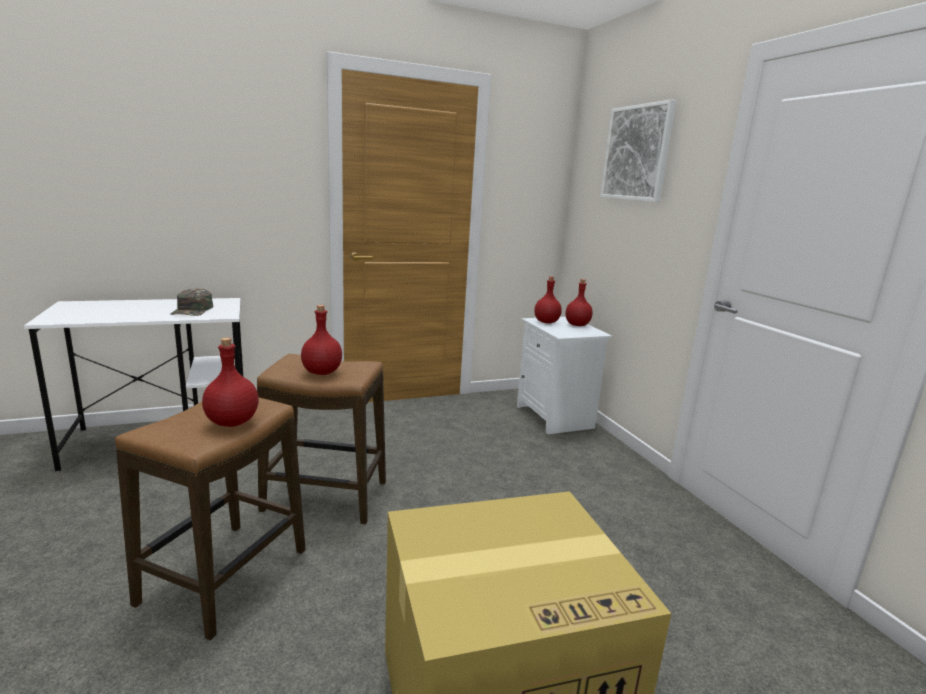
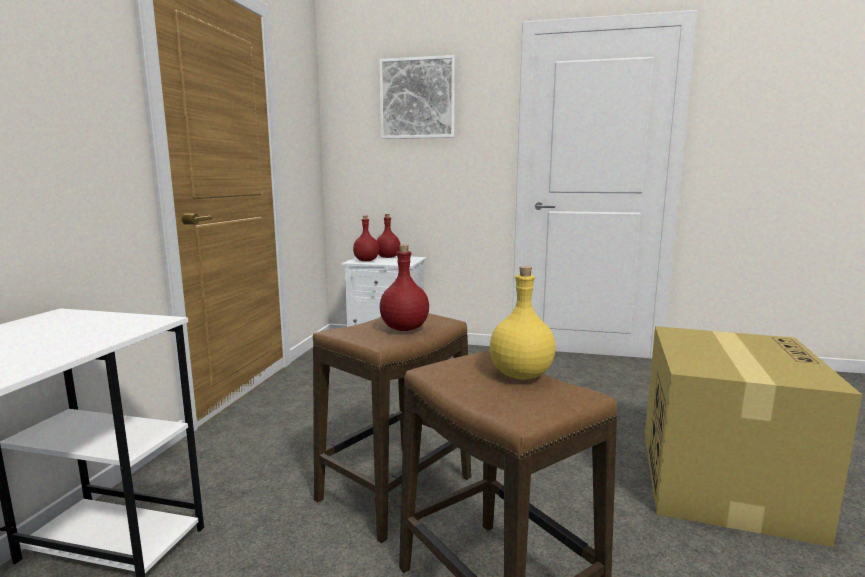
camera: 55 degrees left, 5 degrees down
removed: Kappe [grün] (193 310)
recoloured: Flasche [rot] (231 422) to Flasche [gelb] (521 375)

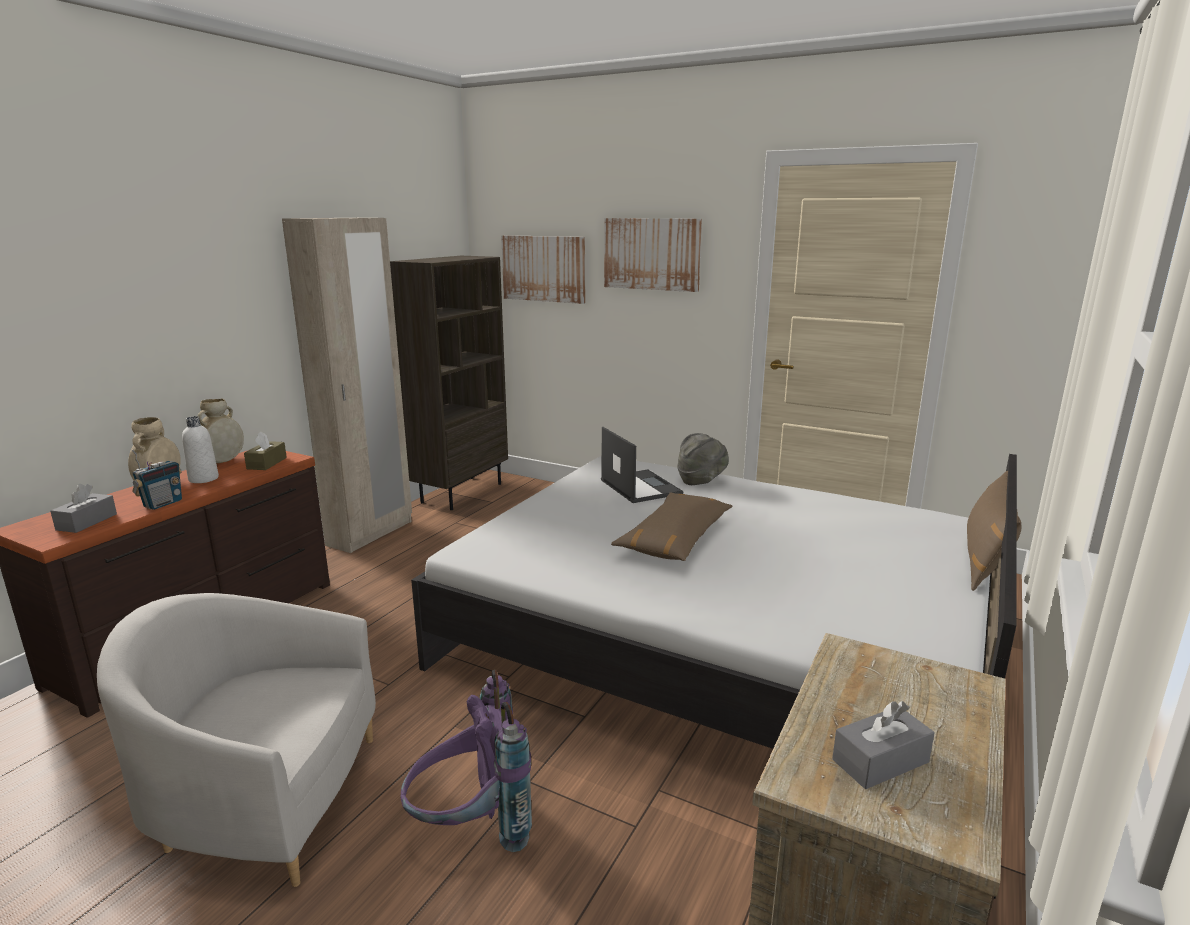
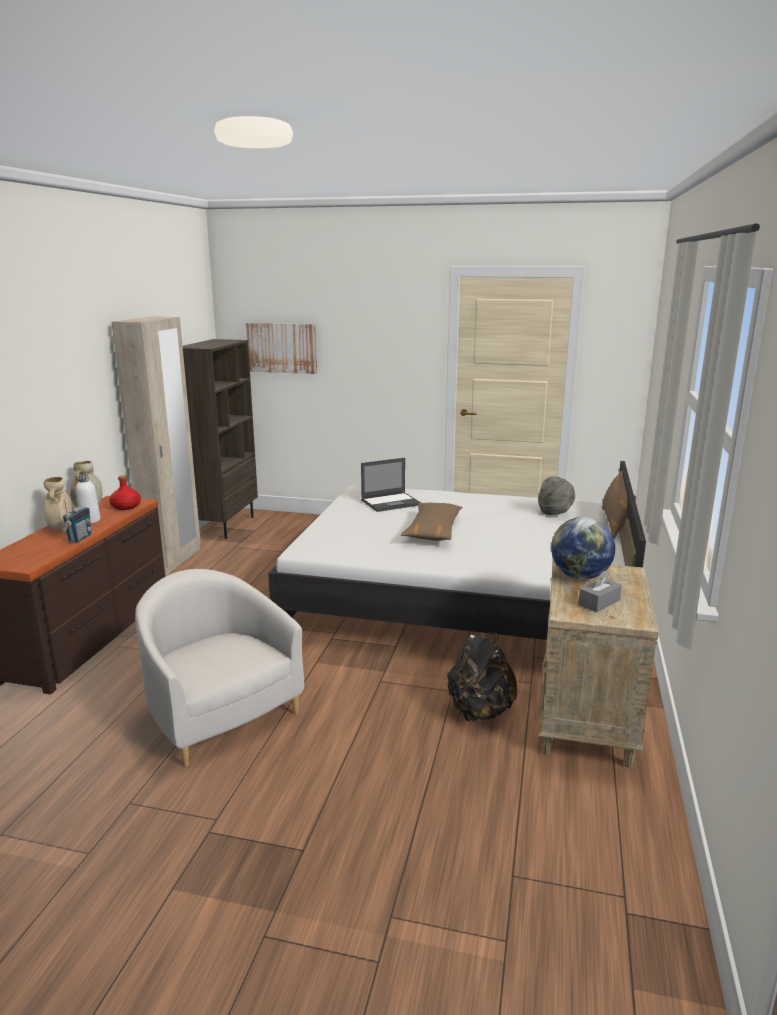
camera: 15 degrees left, 0 degrees up
removed: Taschentuchbox [grau] (87 522); Rucksack [lila] (471 829); Bild (652 254)
added: Rucksack [schwarz] (479 712); Globus (579 576)
moved: Hut [grau] (701 481) to (555 511)
replaced: Taschentuchbox [braun] (267 463) to Flasche [rot] (126 507)
turned: Sessel [weiß] (264 800) = (219 714) 60 degrees clockwise; Laptop (639 486) = (391 502) 105 degrees clockwise

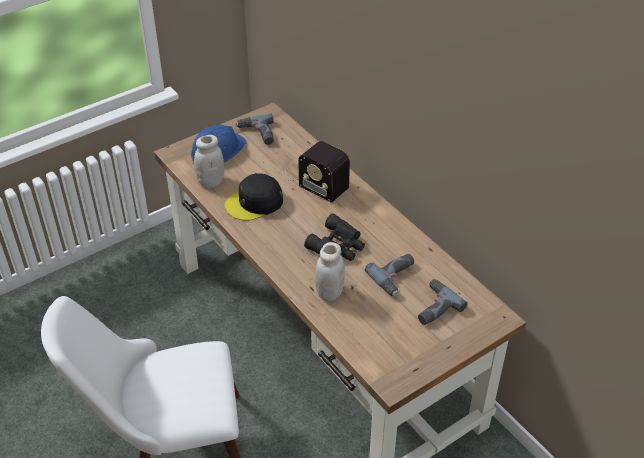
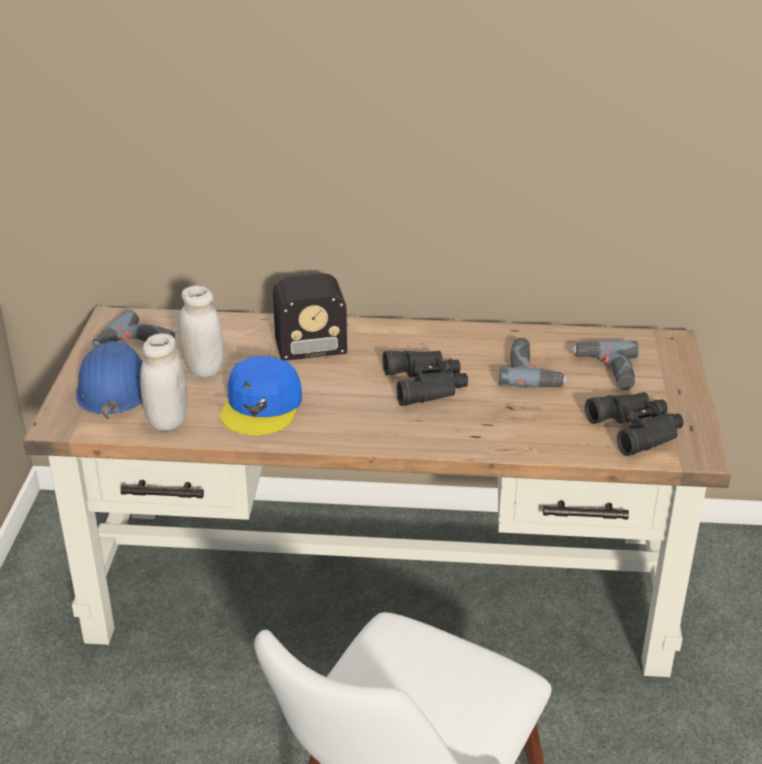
camera: 50 degrees left, 10 degrees down
added: Fernglas [schwarz] (638 428)
moved: Vorratsglas [weiß] (329 293) to (204 369)
recoloured: Kappe [schwarz] (254 203) to Kappe [blau] (262 406)

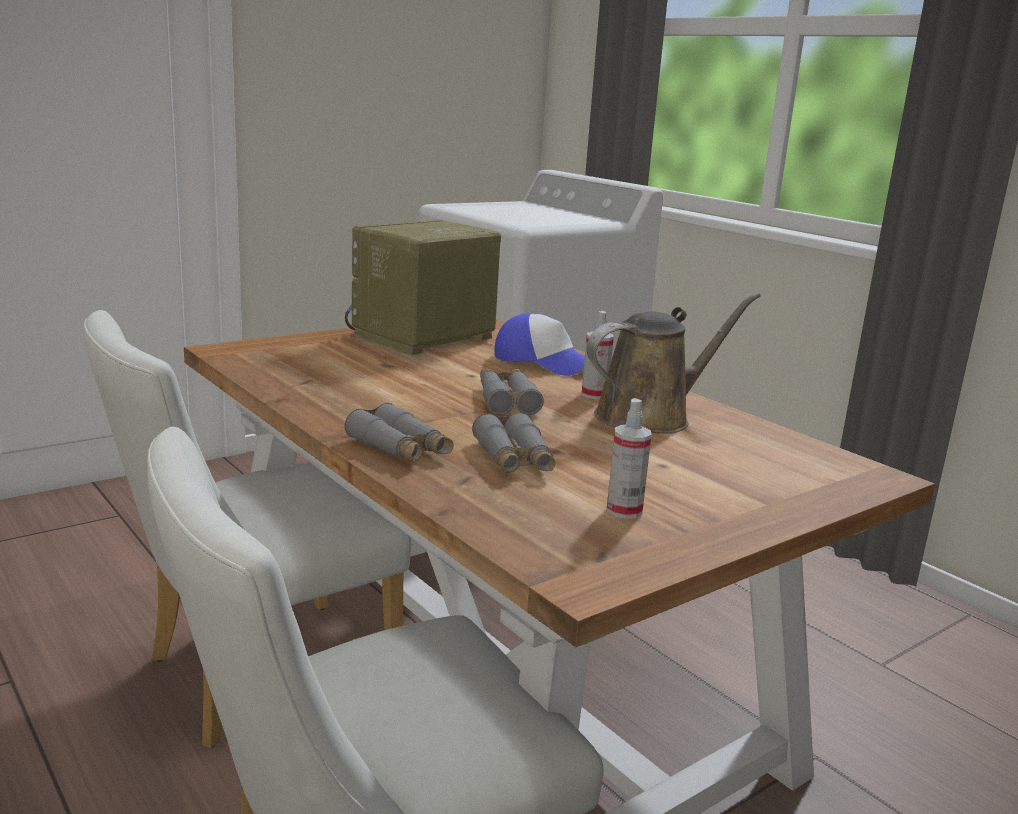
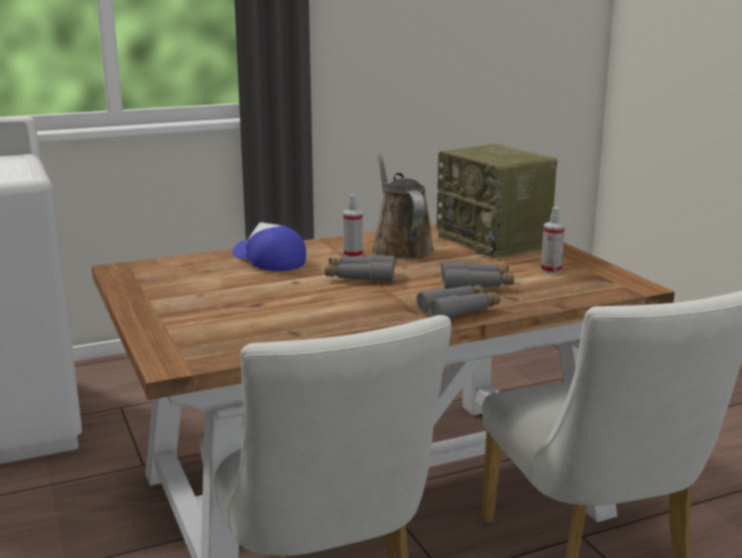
camera: 75 degrees left, 0 degrees up
moved: Radio (423 337) to (495 241)
turned: Kappe (543 362) = (268 260) 90 degrees counterclockwise

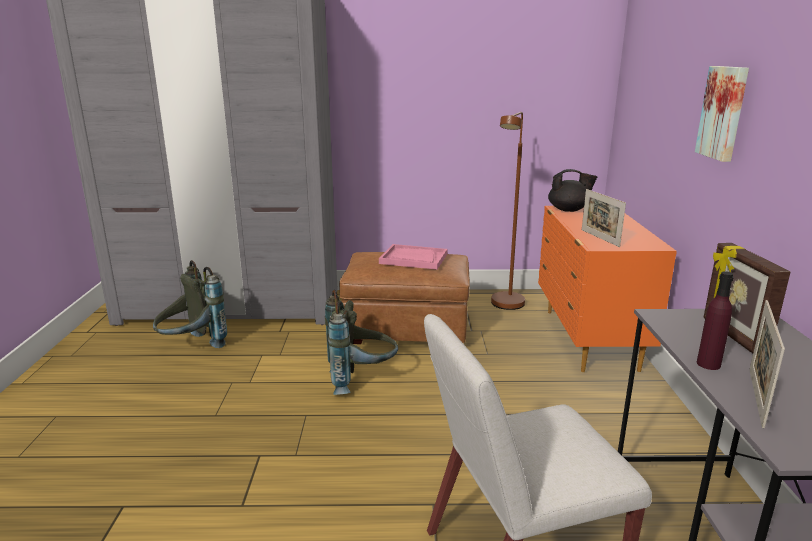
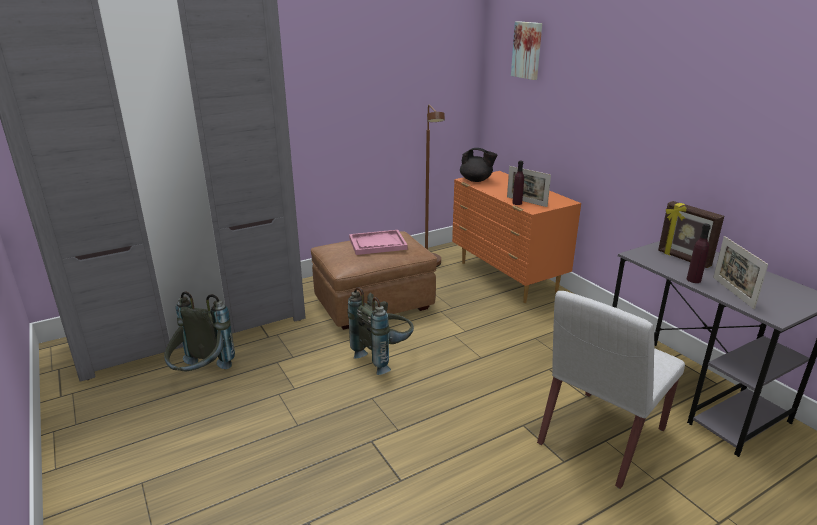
camera: 30 degrees left, 5 degrees up
added: Flasche [lila] (517 203)
moved: Bild (724 112) to (527 50)
turned: Teekanne [schwarz] (569 210) = (476 180) 45 degrees clockwise

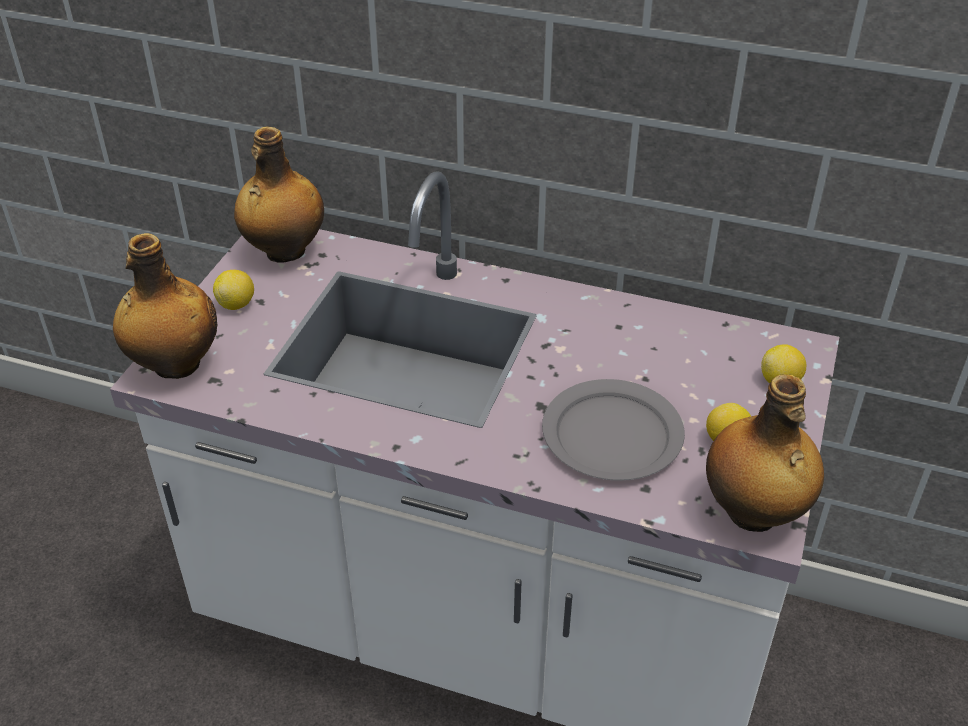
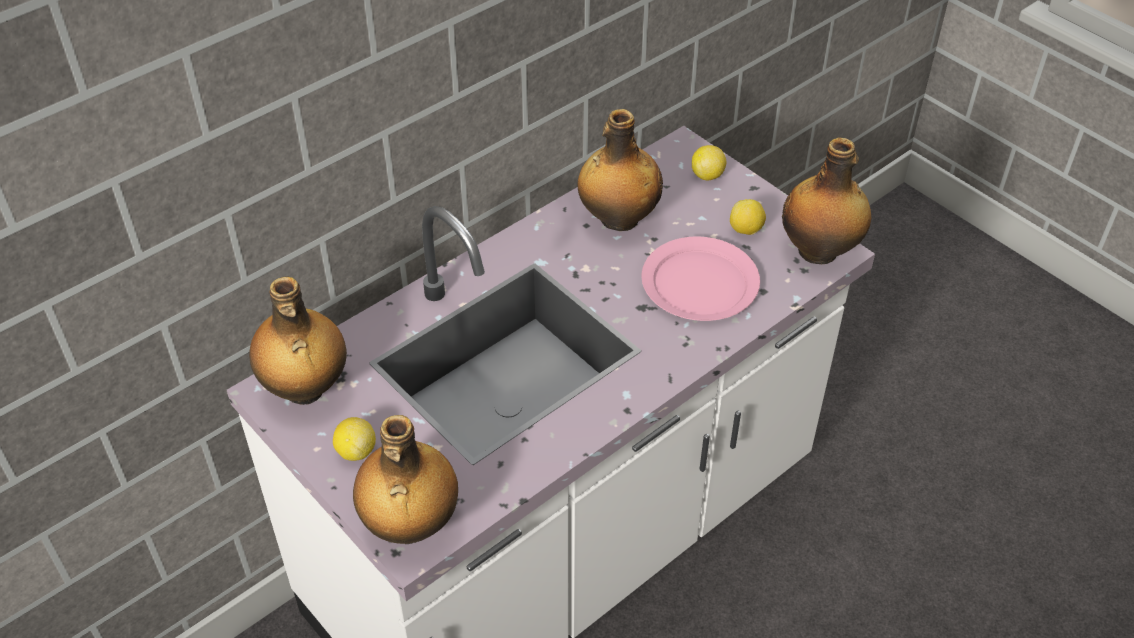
camera: 60 degrees left, 5 degrees up
added: Flasche (618 219)
recoloured: Teller [grau] (611 435) to Teller [rosa] (700 284)

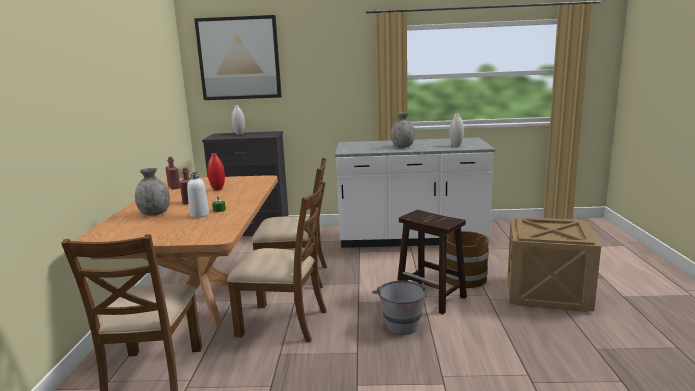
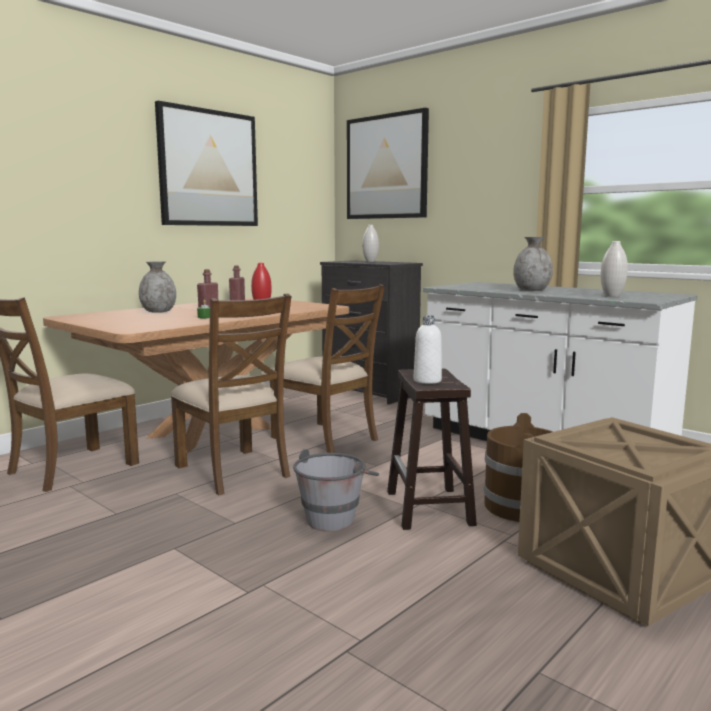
camera: 40 degrees right, 5 degrees down
added: Bild (208 168)
moved: Flasche [weiß] (199 215) to (427 381)

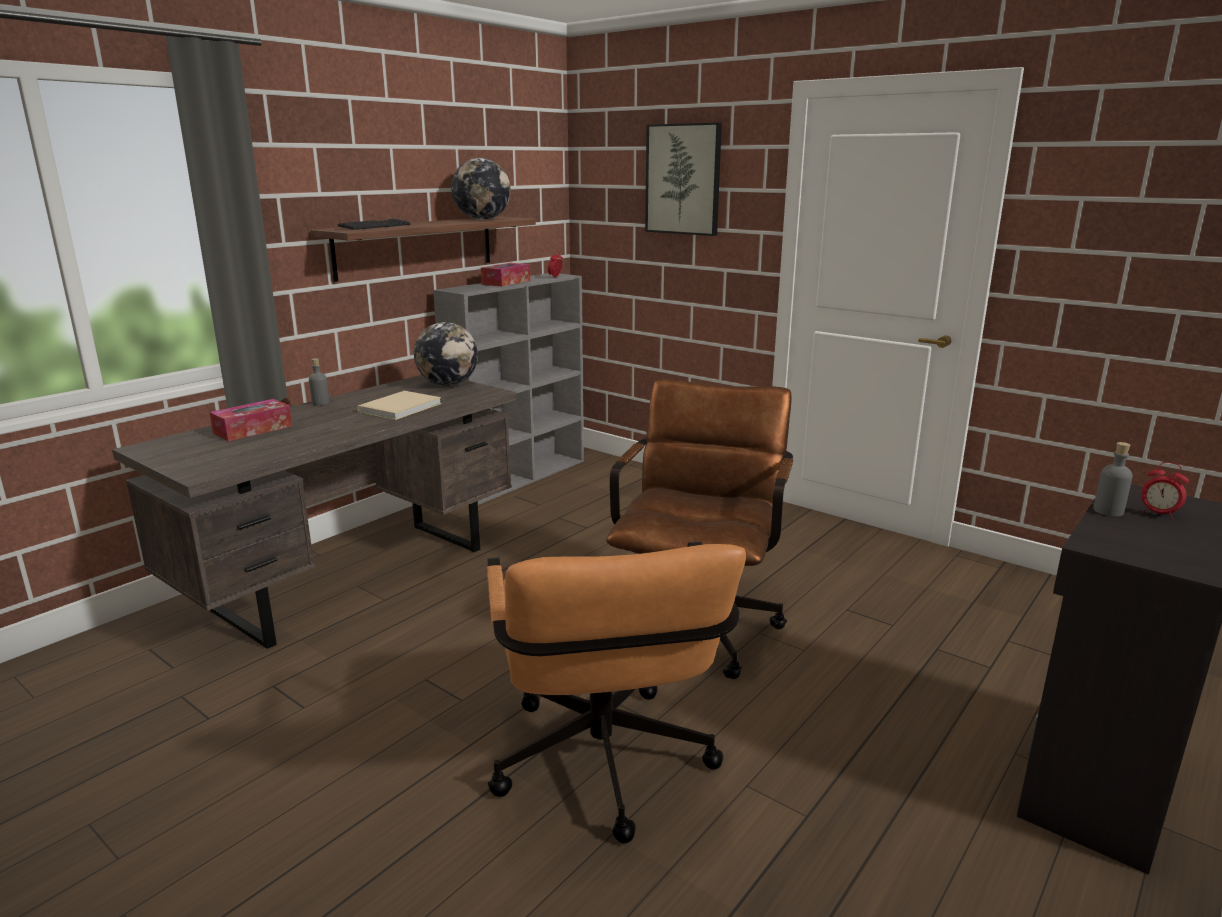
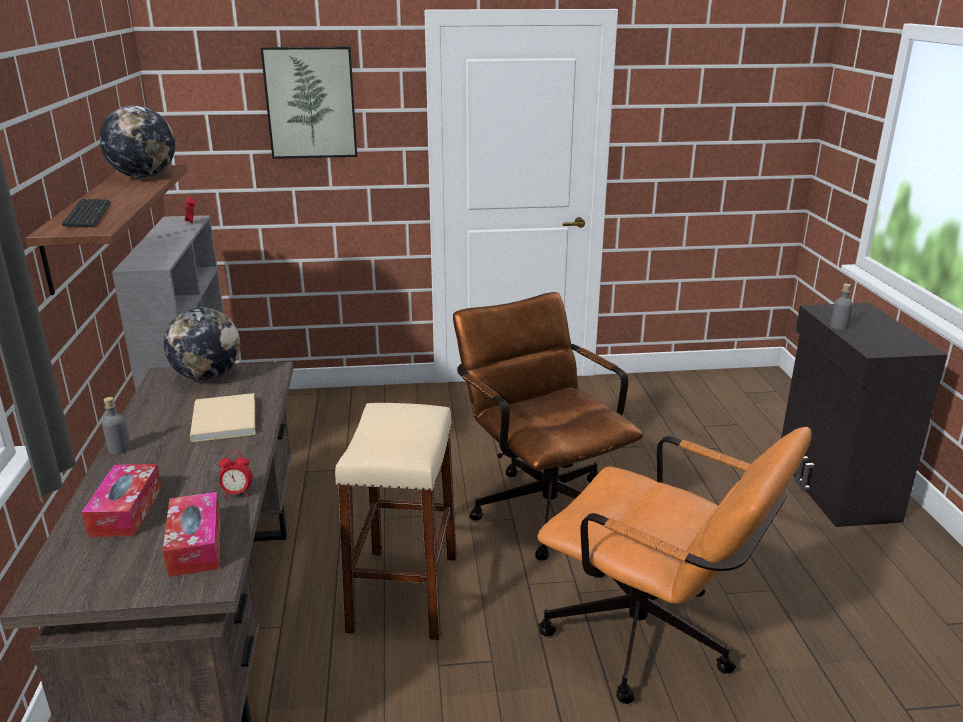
camera: 45 degrees left, 5 degrees up
added: Hocker [beige] (404 592)
moved: Taschentuchbox (506 282) to (195 544); Wecker (1158 514) to (237 493)

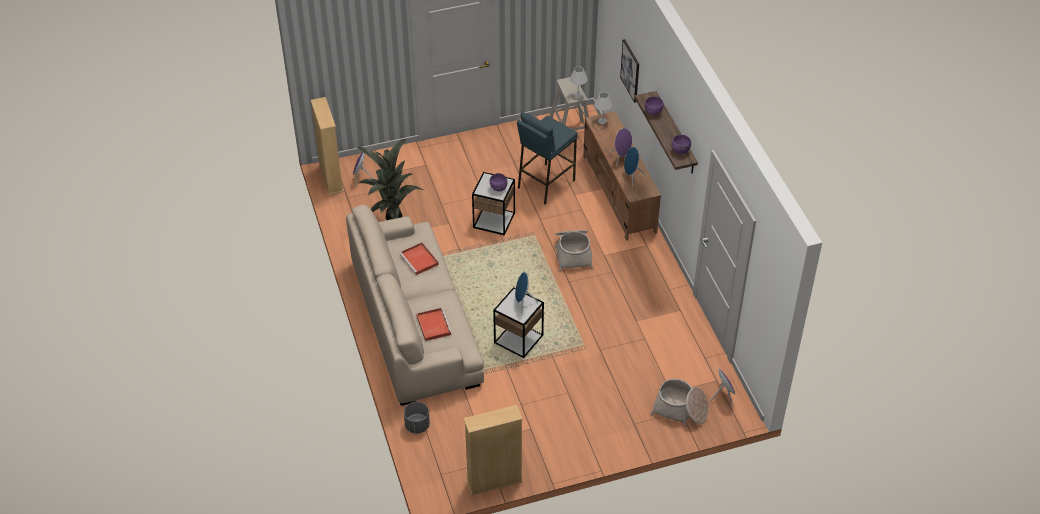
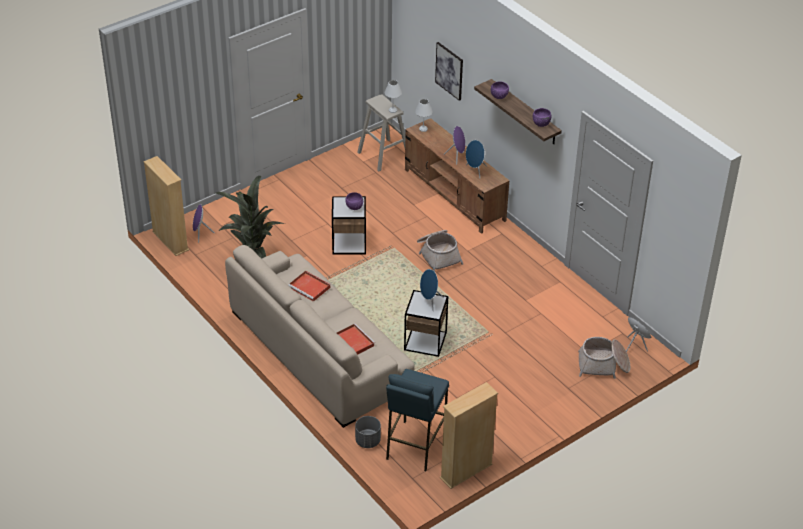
camera: 20 degrees left, 5 degrees down
moved: Hocker [blau] (545 184) to (415 446)

